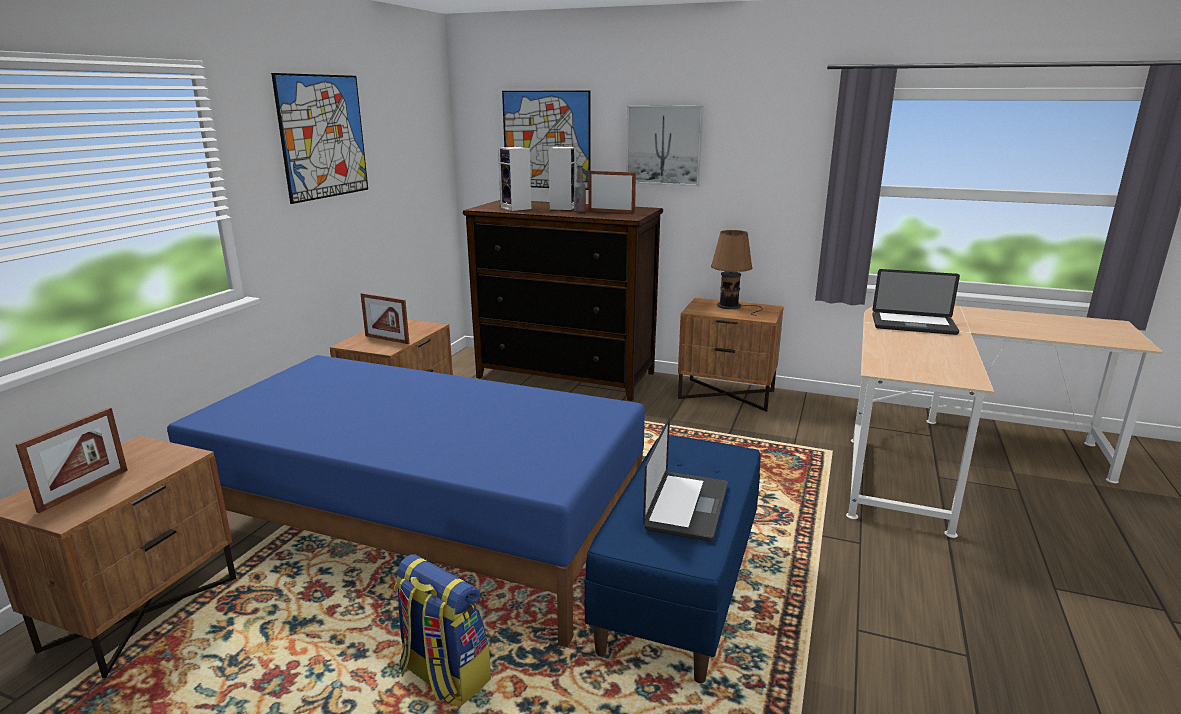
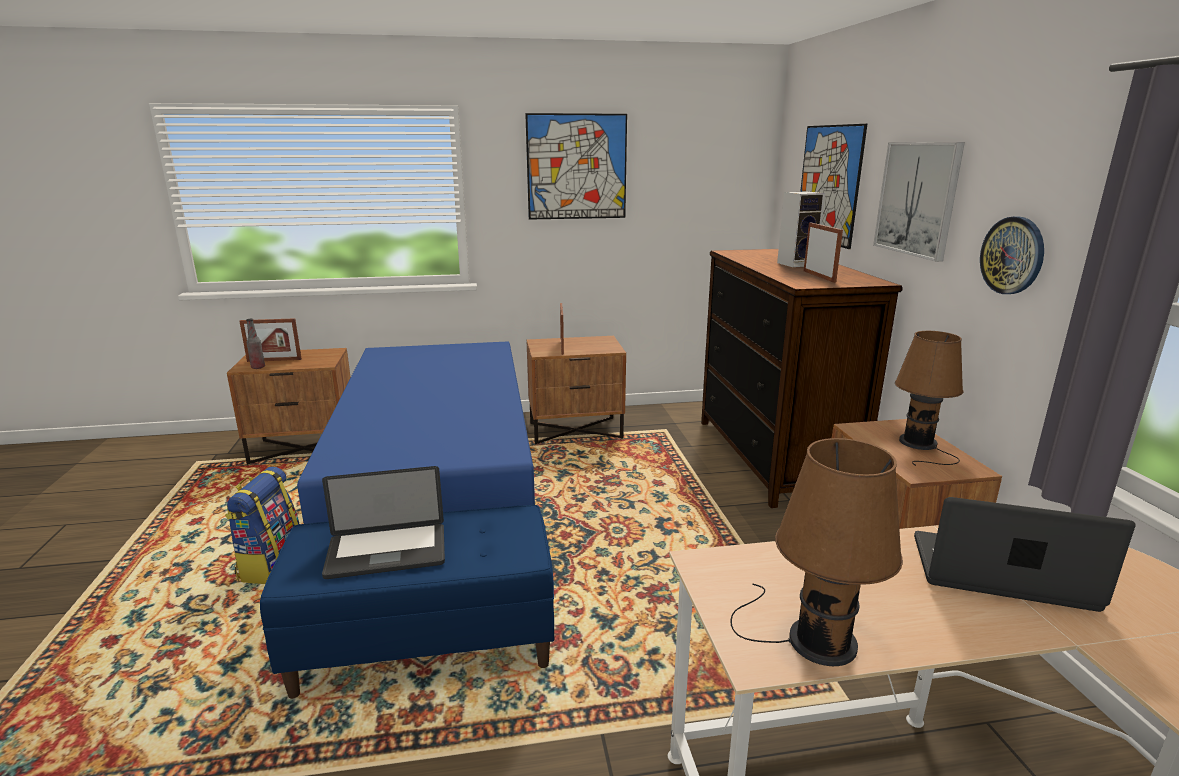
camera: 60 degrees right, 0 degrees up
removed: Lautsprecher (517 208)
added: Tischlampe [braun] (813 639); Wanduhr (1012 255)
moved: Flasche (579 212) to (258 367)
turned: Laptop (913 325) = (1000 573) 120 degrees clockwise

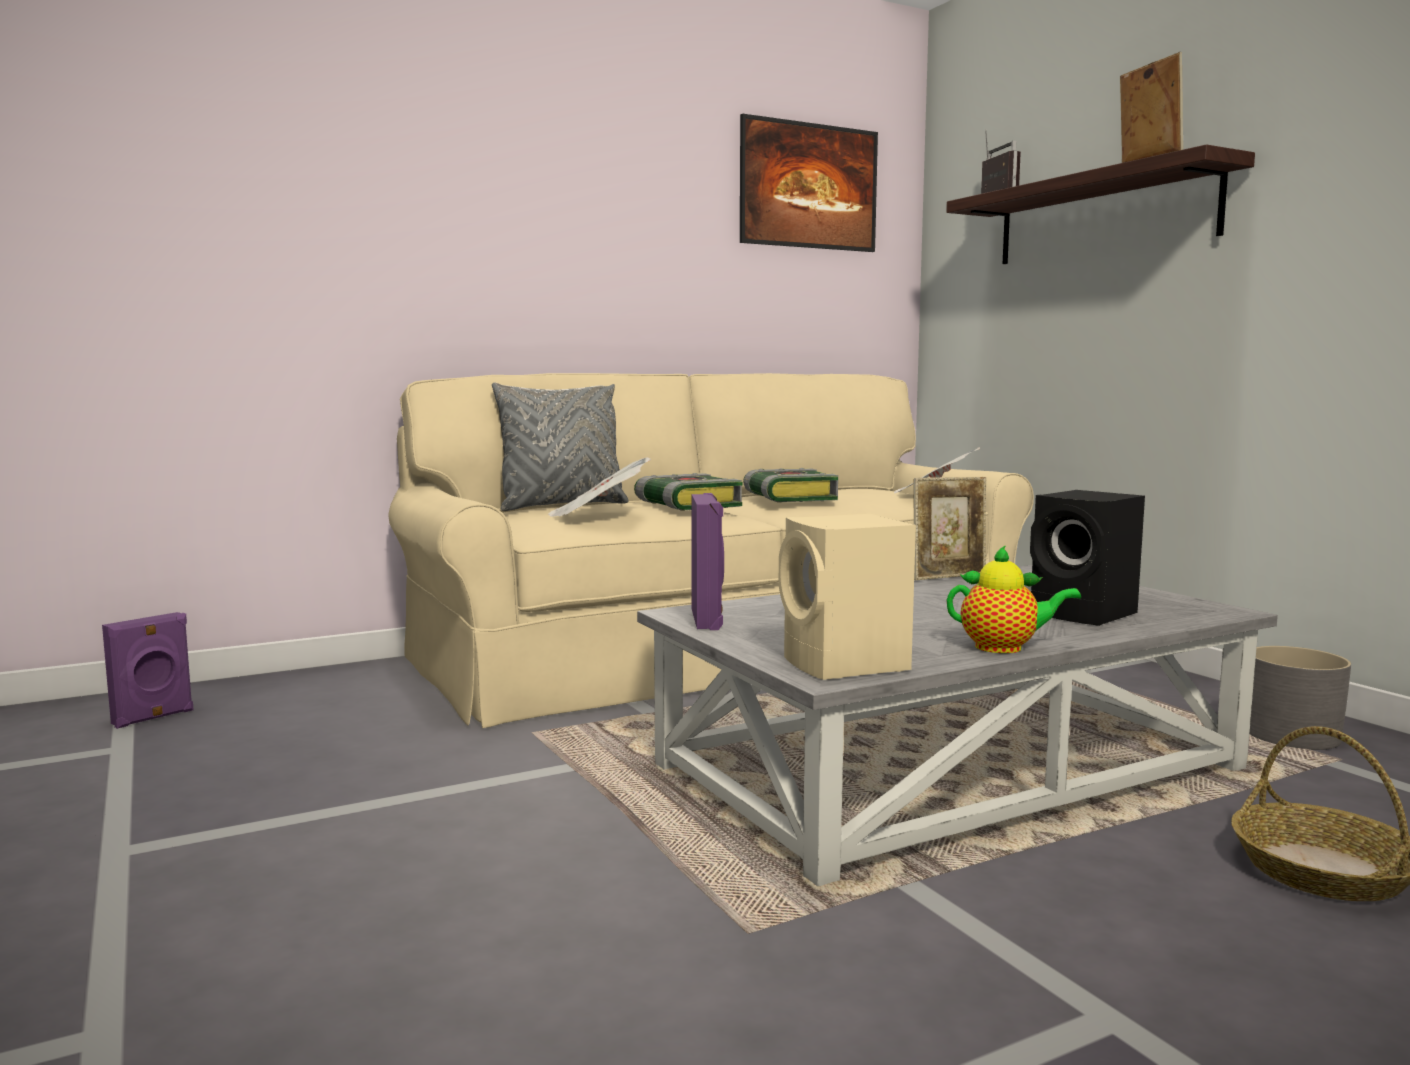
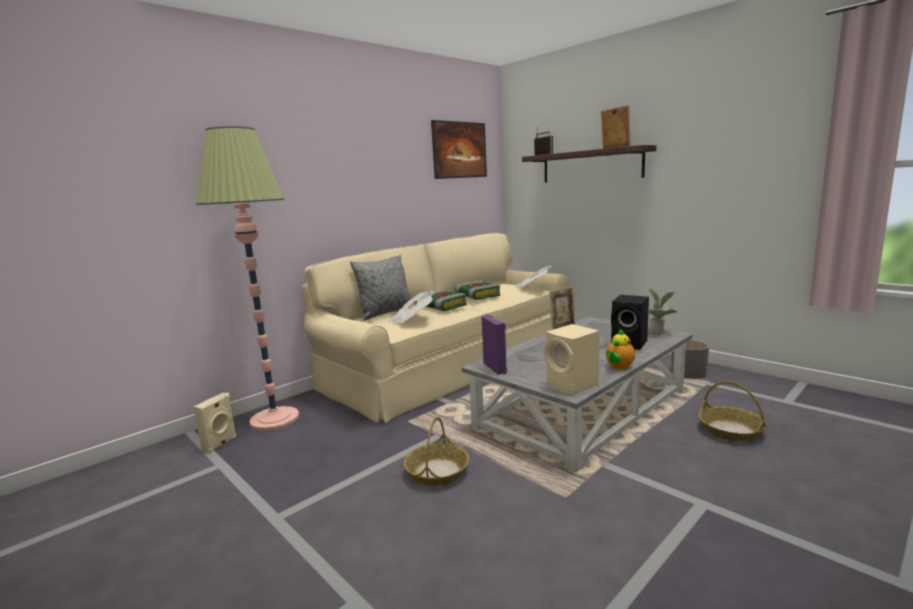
camera: 15 degrees left, 5 degrees up
added: Stehlampe (274 419); Korb (437 471); Topfpflanze (660 332)
recoloured: Lautsprecher [lila] (154 718) to Lautsprecher [beige] (220 444)
turned: Teekanne (1004 648) = (619 367) 135 degrees clockwise

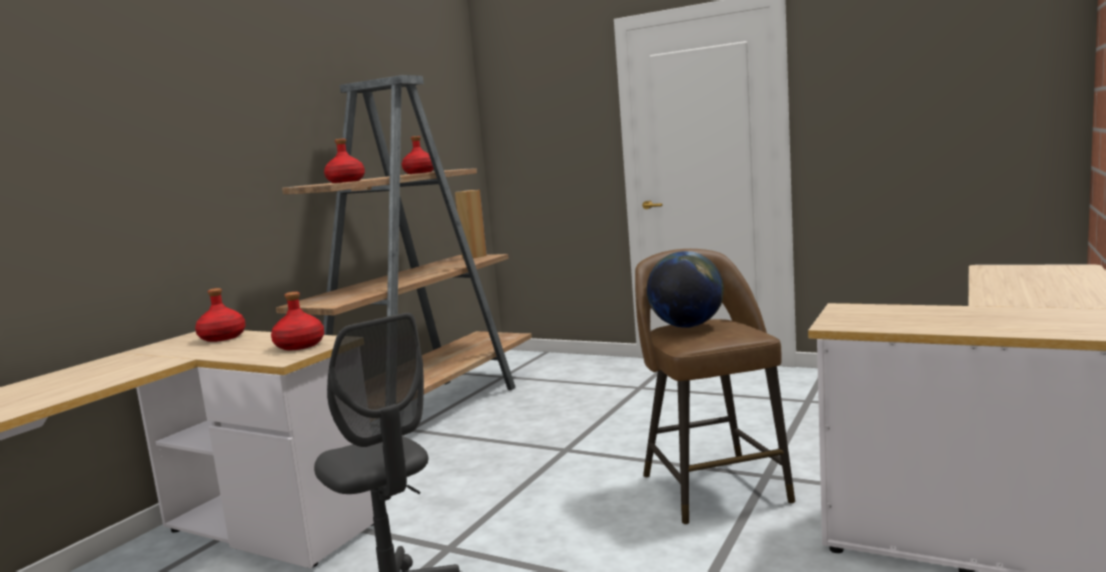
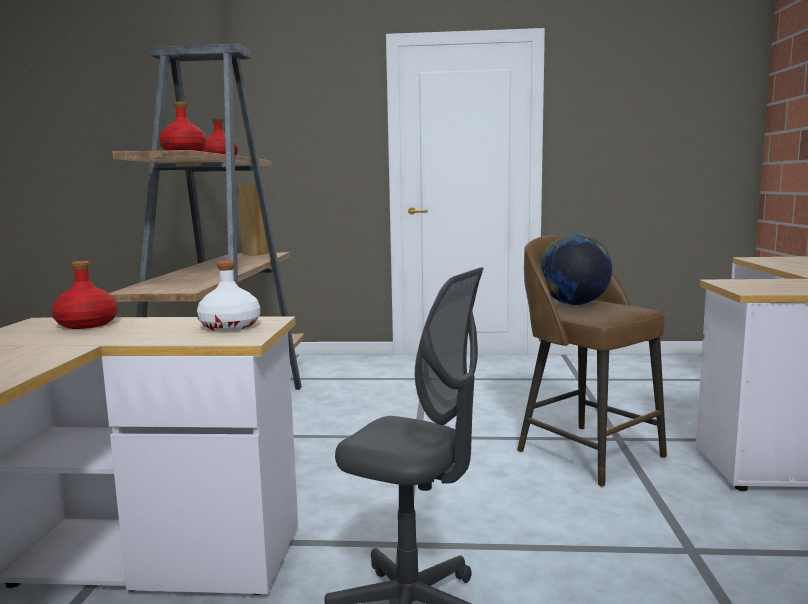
camera: 25 degrees left, 0 degrees up
recoloured: Flasche [rot] (299 346) to Flasche [weiß] (229 326)

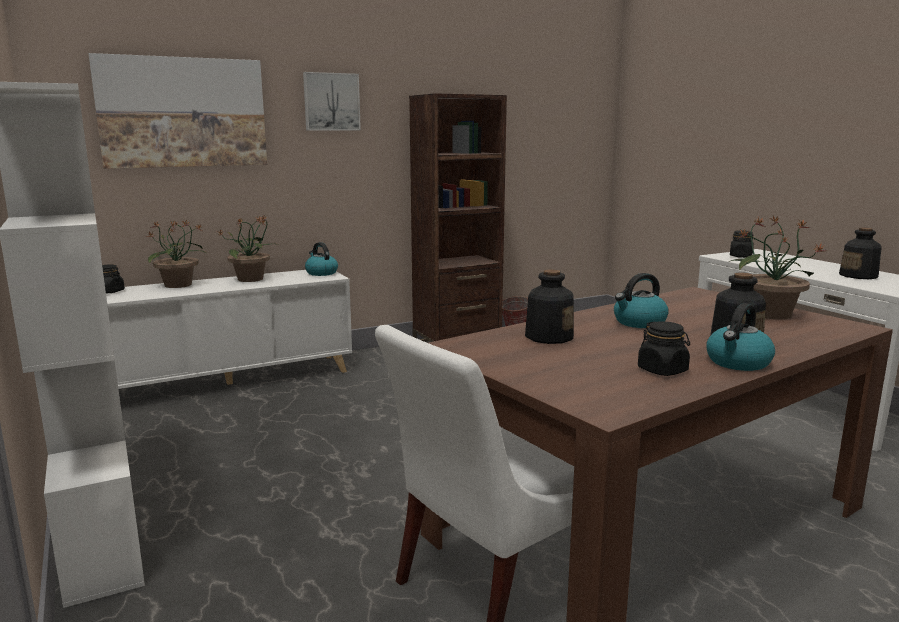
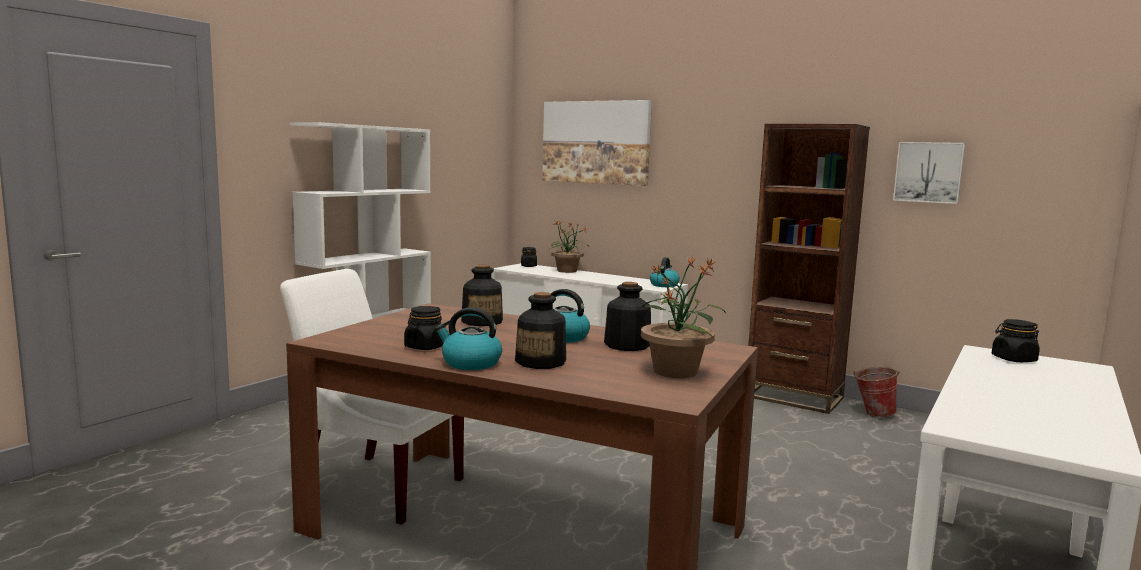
camera: 60 degrees right, 5 degrees down
removed: Topfpflanze (251 279)
moved: Bild (331 102) to (928 172); Flasche (859 276) to (627 345)

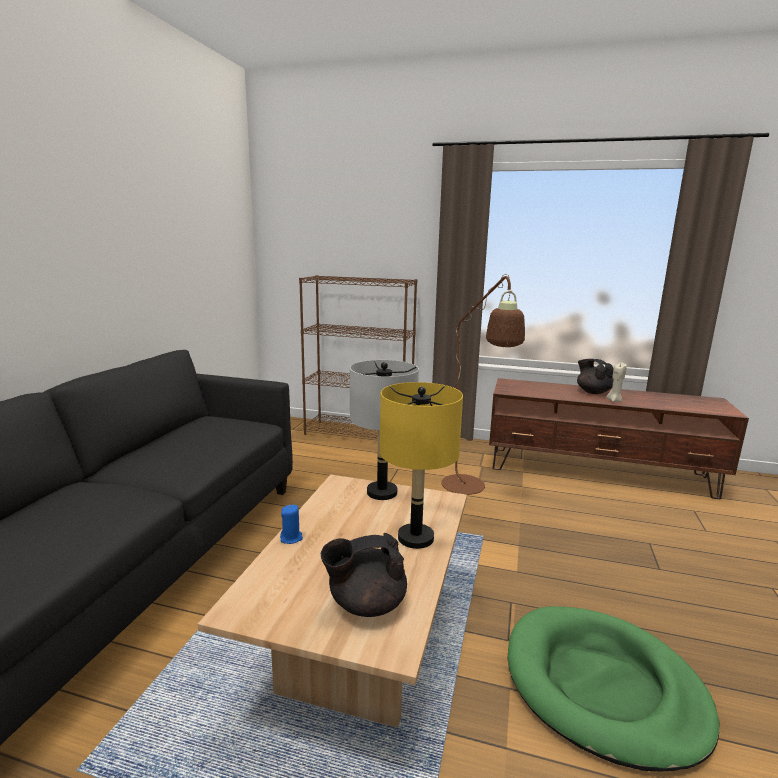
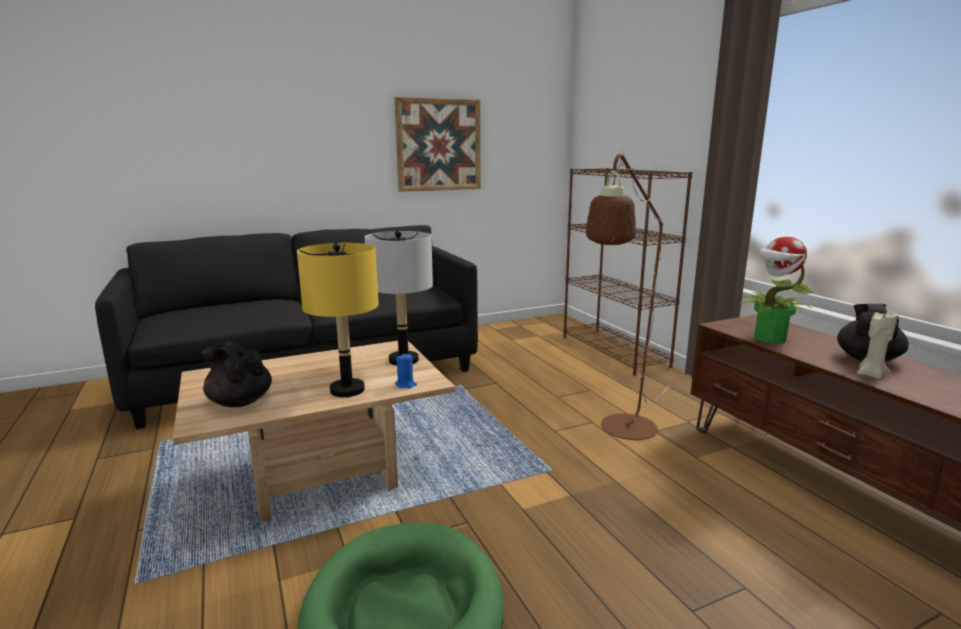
camera: 50 degrees right, 0 degrees up
added: Bild (439 145); Topfpflanze (769 339)
moved: Kerze [blau] (291 538) to (406 385)

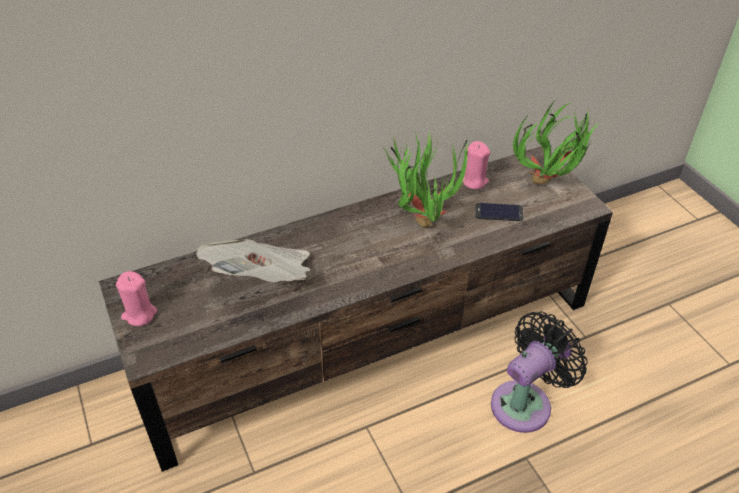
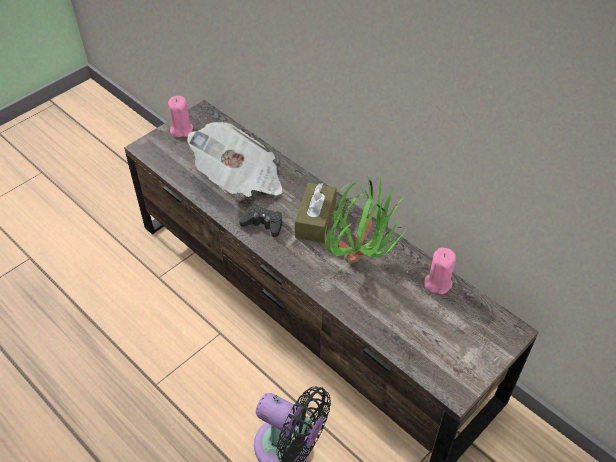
camera: 70 degrees right, 5 degrees up
removed: Handy (498 212); Topfpflanze (549 185)
added: Gamepad [schwarz] (263 224); Taschentuchbox [braun] (315 220)

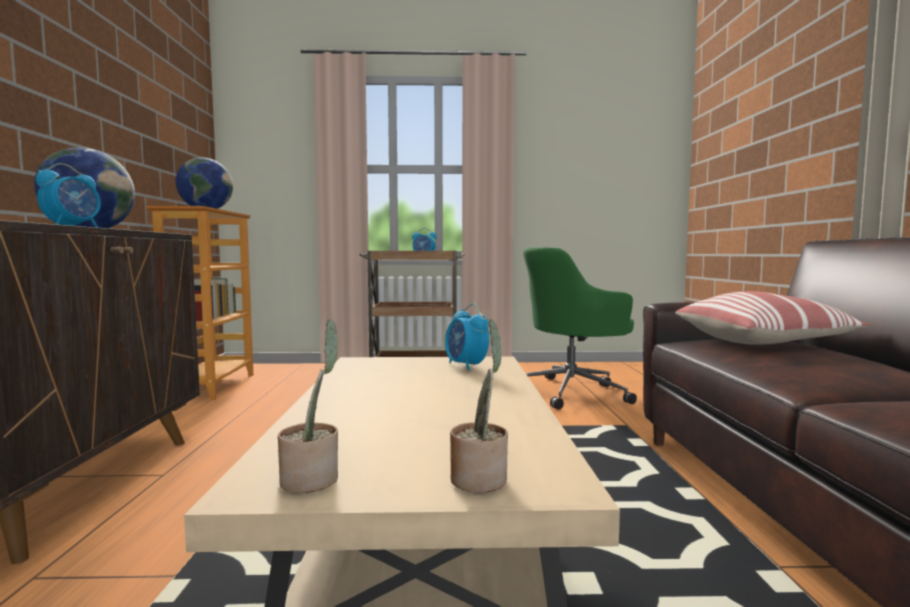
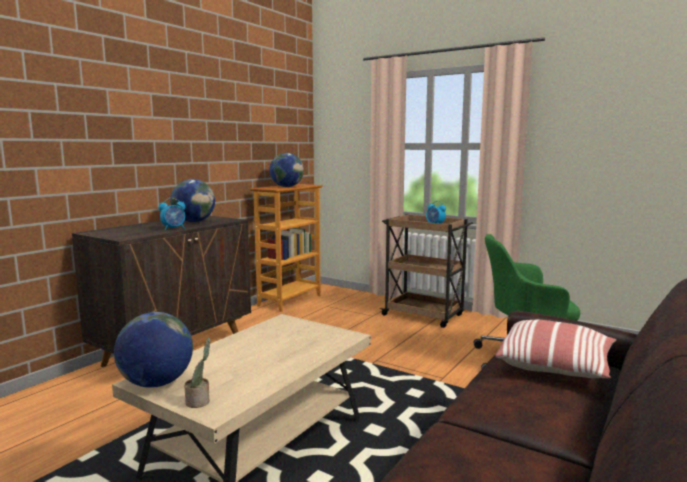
camera: 35 degrees right, 5 degrees up
removed: Wecker (466 366)
replaced: Topfpflanze (313 478) to Globus (156 383)

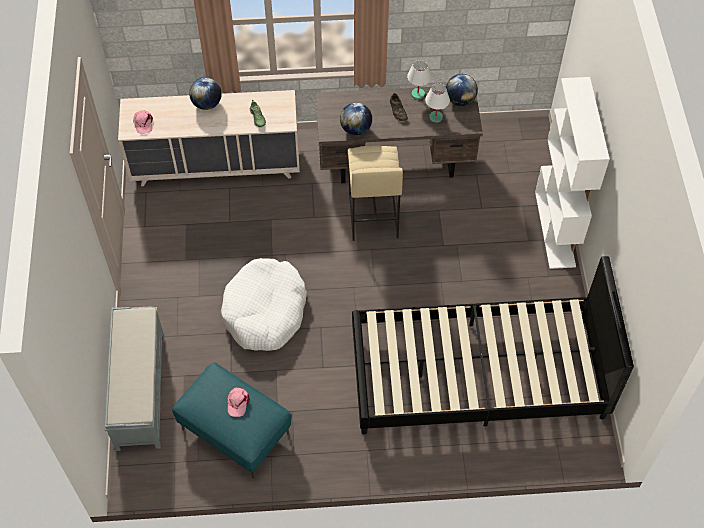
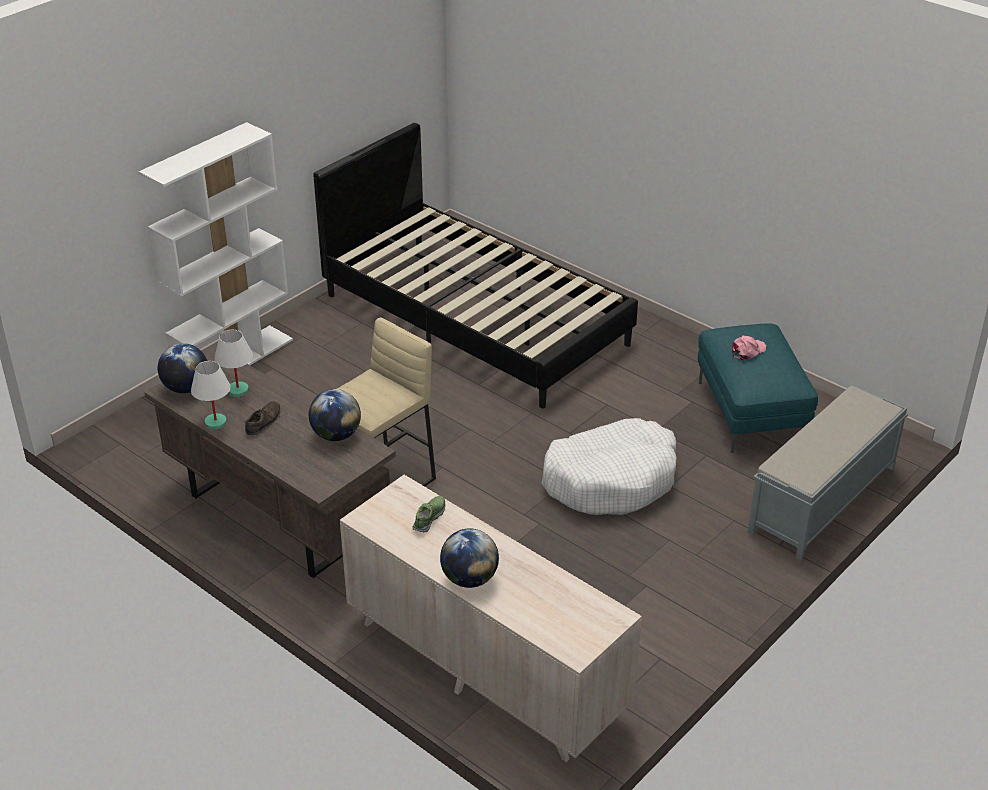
camera: 135 degrees left, 20 degrees down
removed: Kappe [rosa] (143 123)

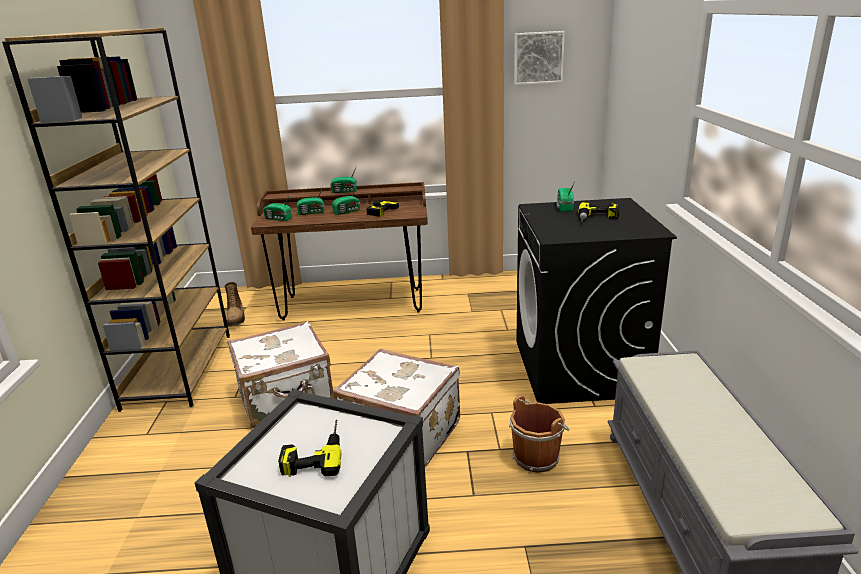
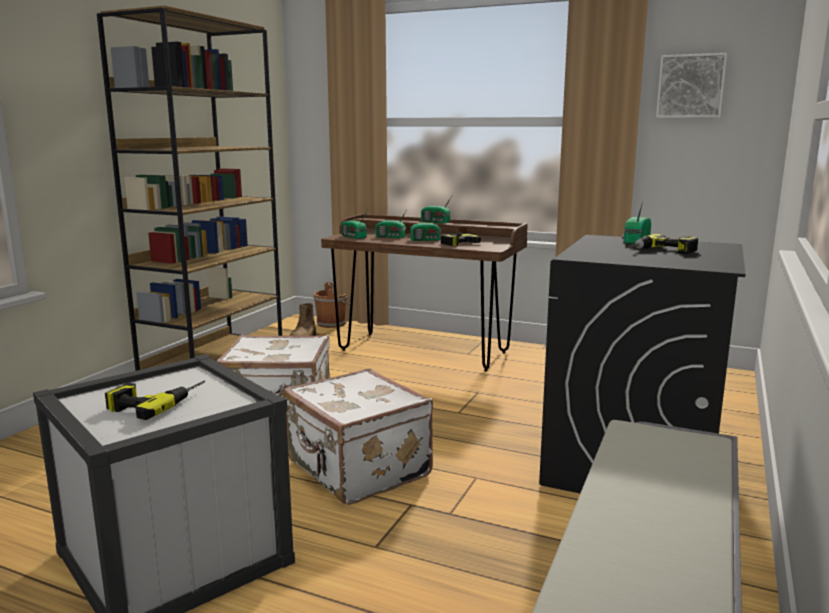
camera: 25 degrees right, 10 degrees down
moved: Eimer [braun] (537 456) to (333 323)

